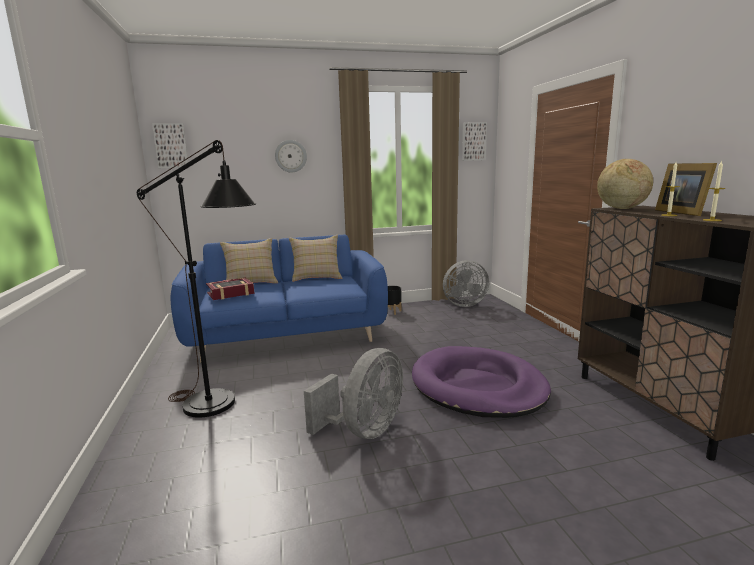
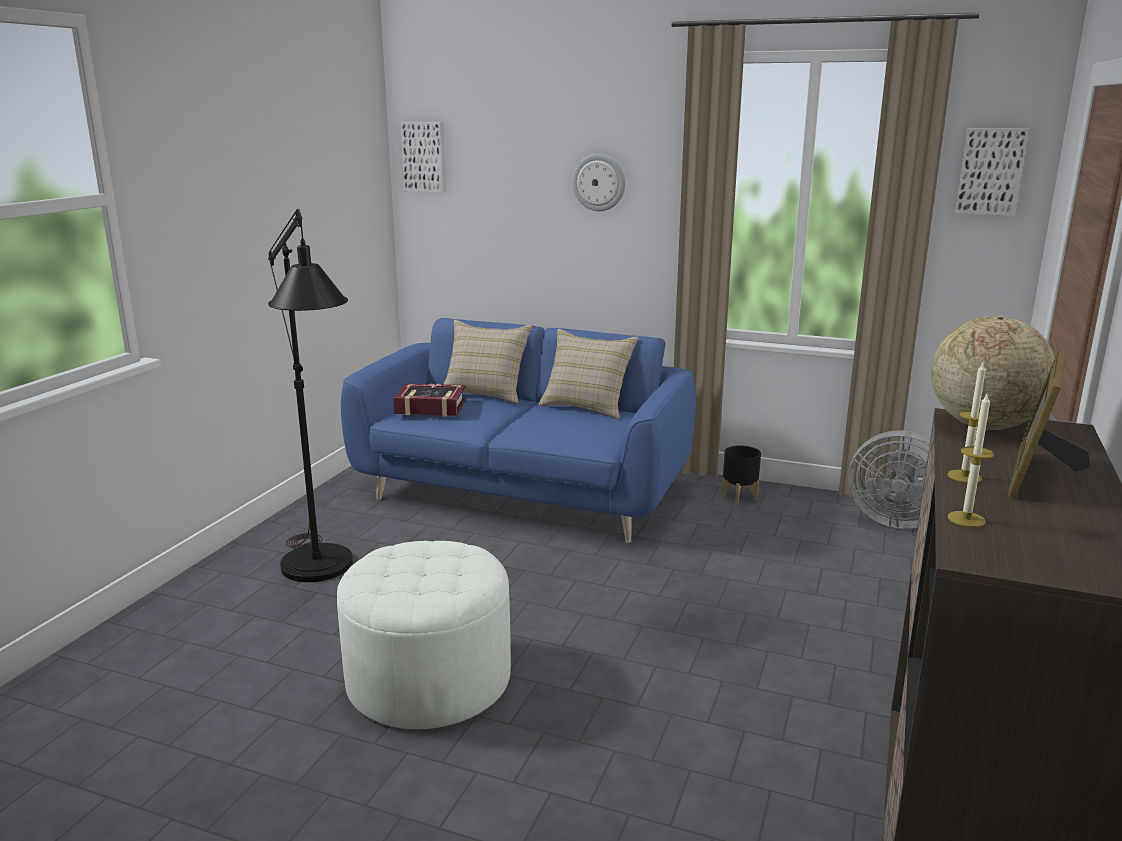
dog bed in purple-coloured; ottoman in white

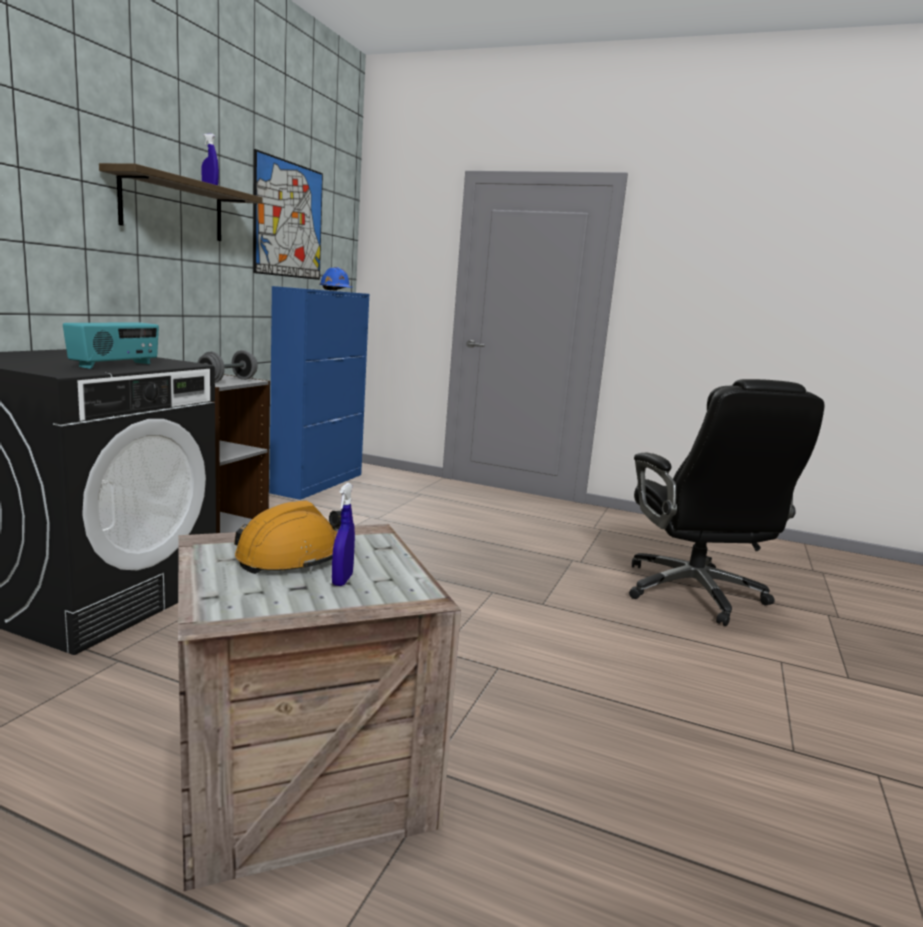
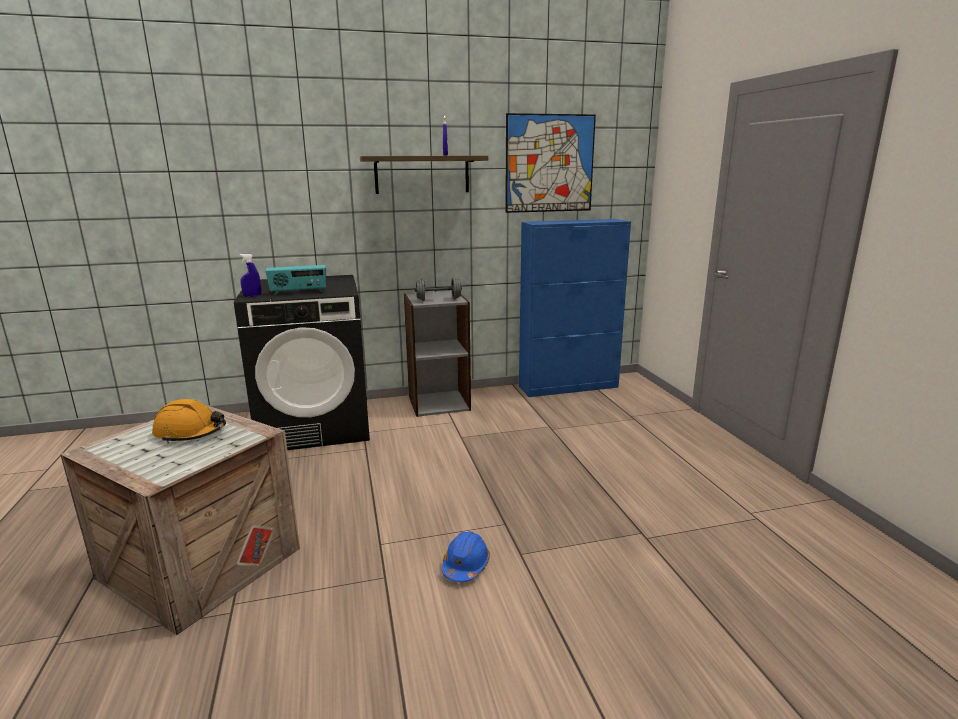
office chair in black; hard hat in blue-coloured; hand sprayer in blue-coloured (1st from left)

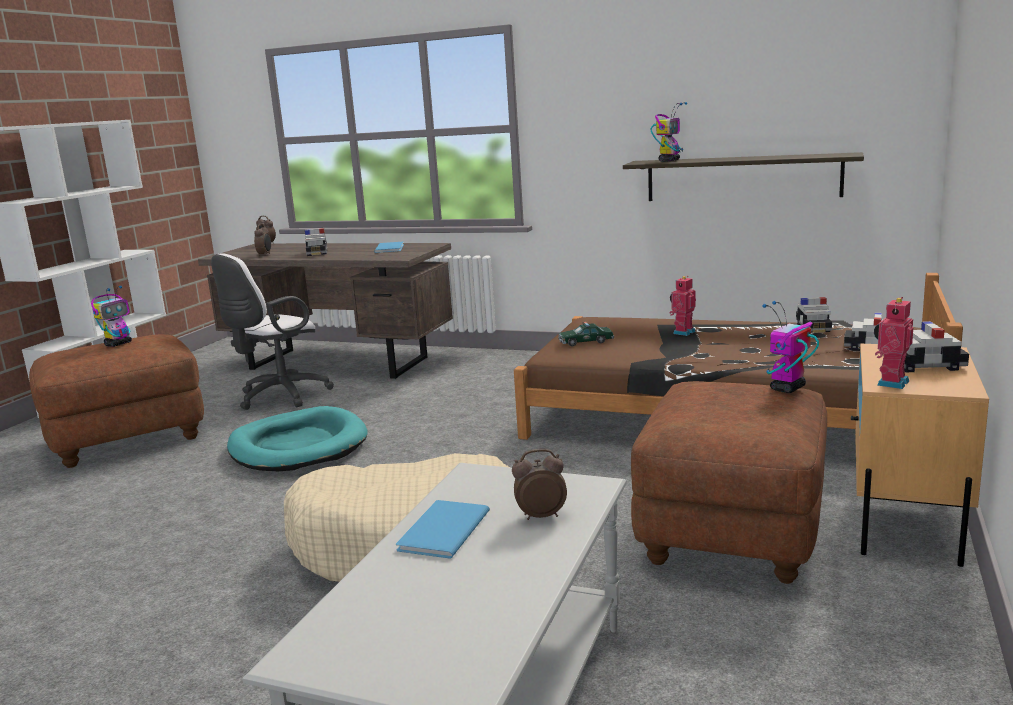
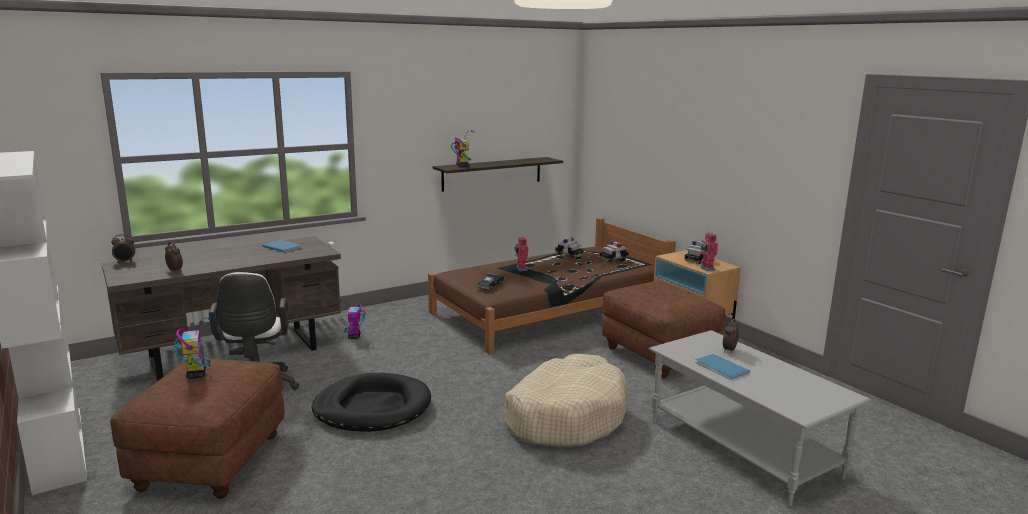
toy car (1st from left in the first image); toy robot (2nd from left); dog bed in black

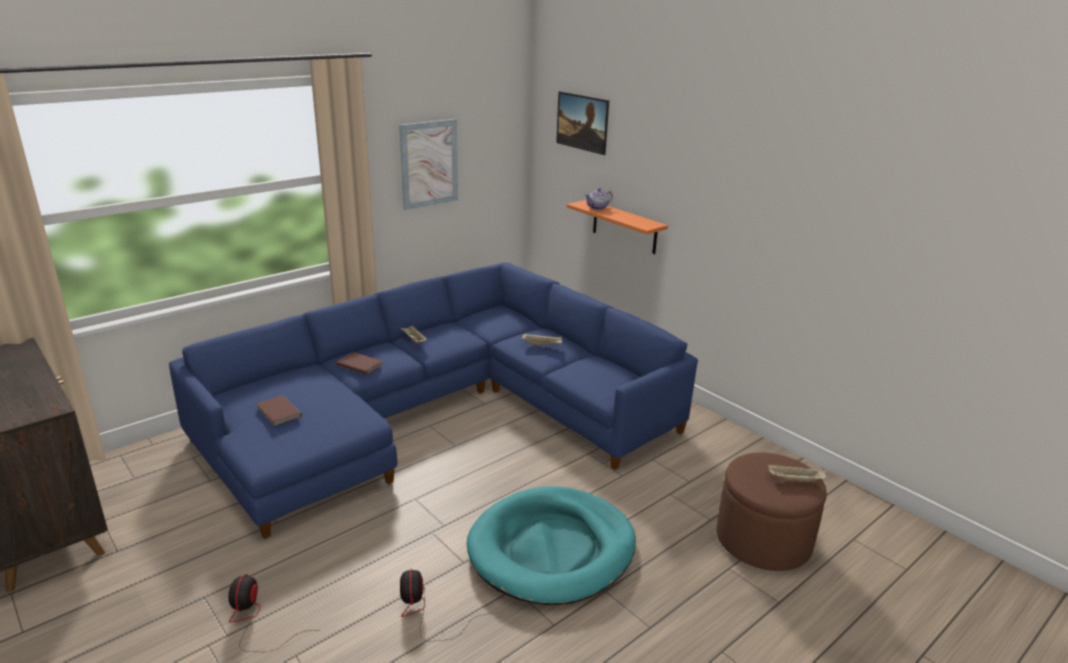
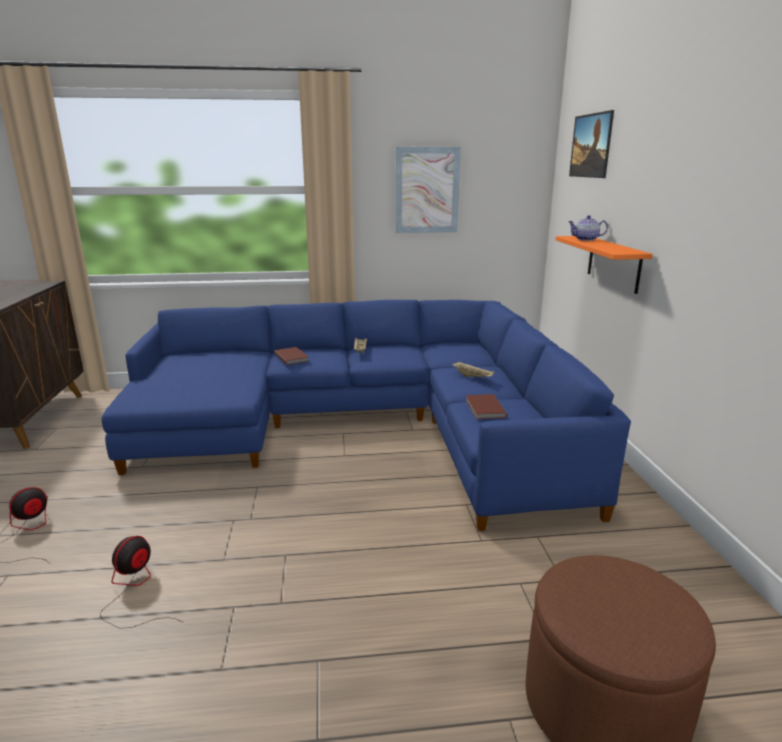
dog bed in blue-green; serving tray in beige-coloured (3rd from left in the first image); book in brown-coloured (2nd from left)

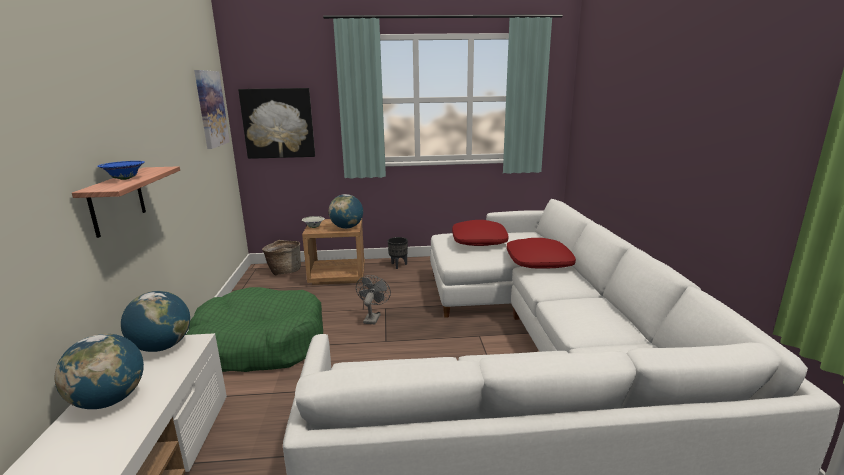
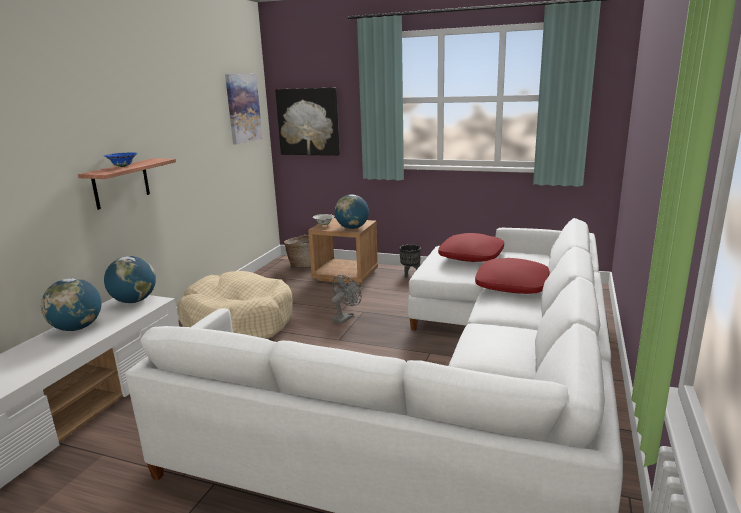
dog bed in beige-coloured

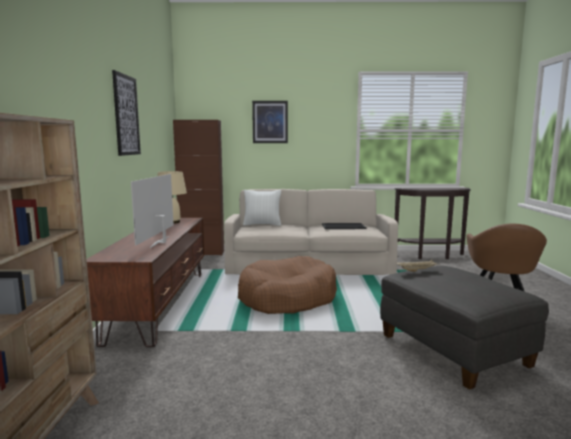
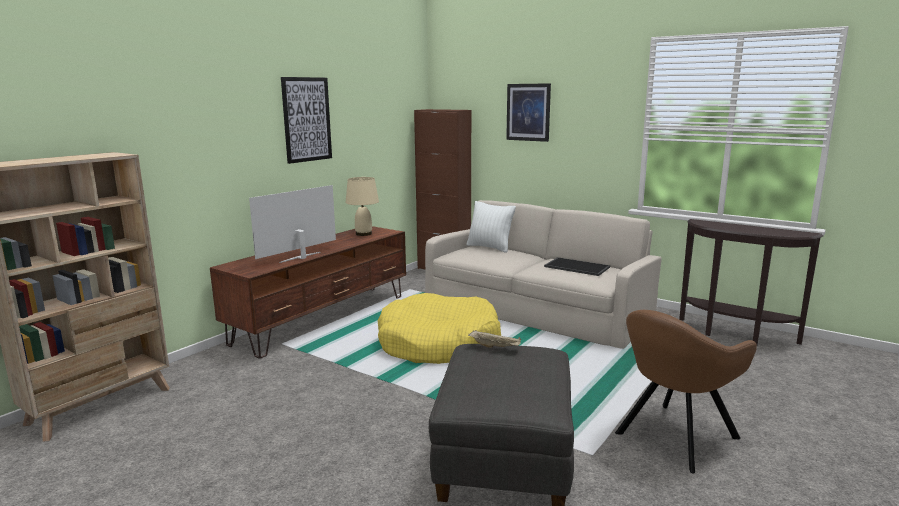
dog bed in yellow

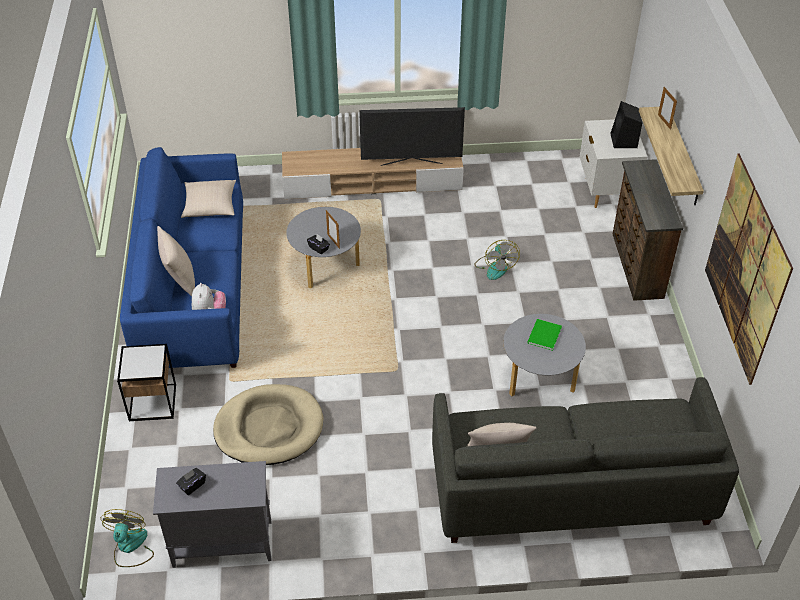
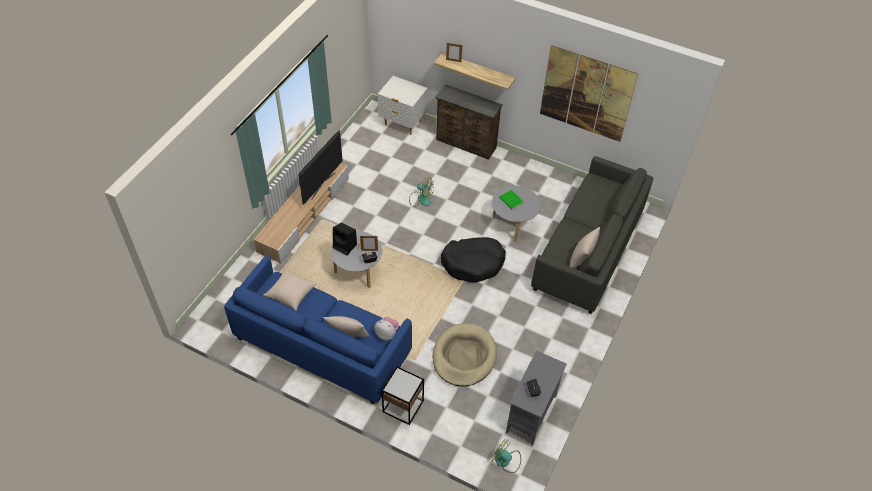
dog bed in black; loudspeaker in black

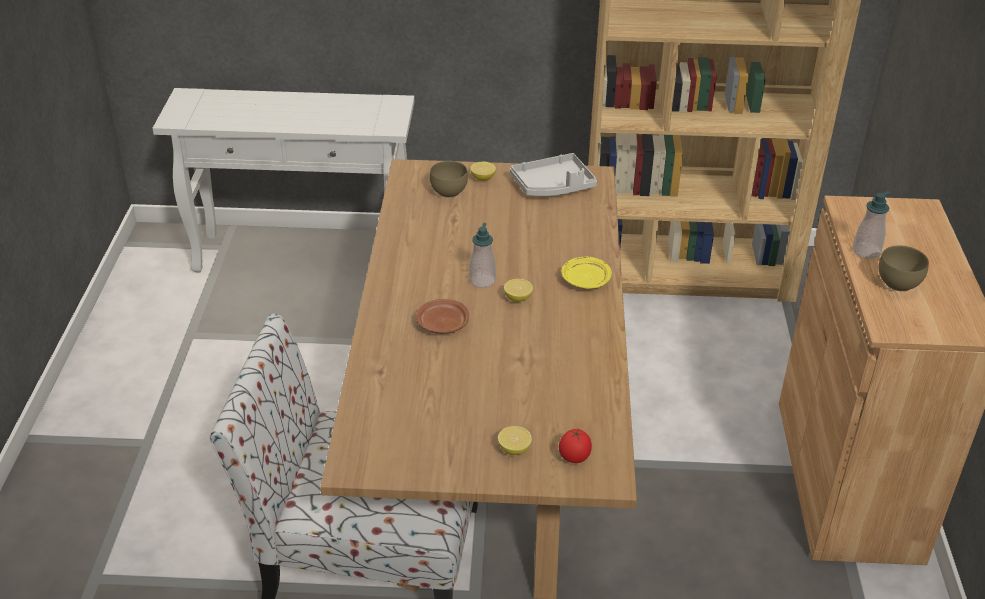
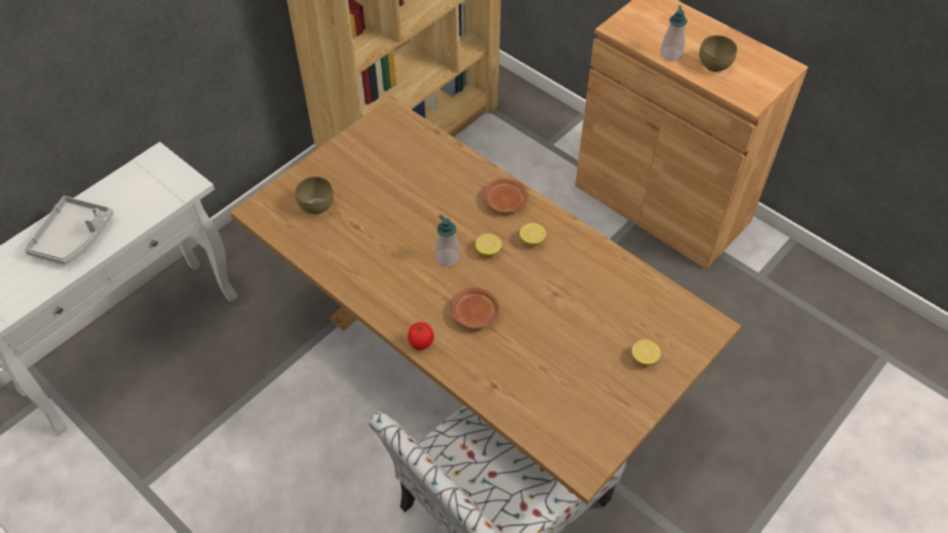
citrus fruit (2nd from left); serving tray in gray; tomato; plate in brown-coloured (2nd from left)

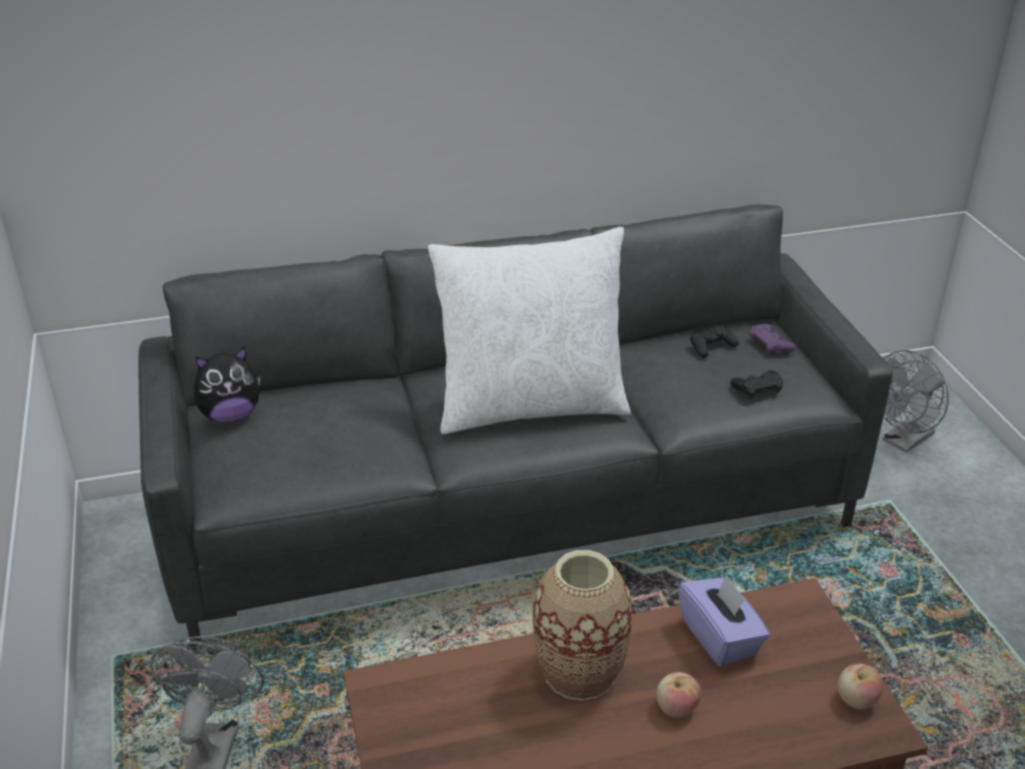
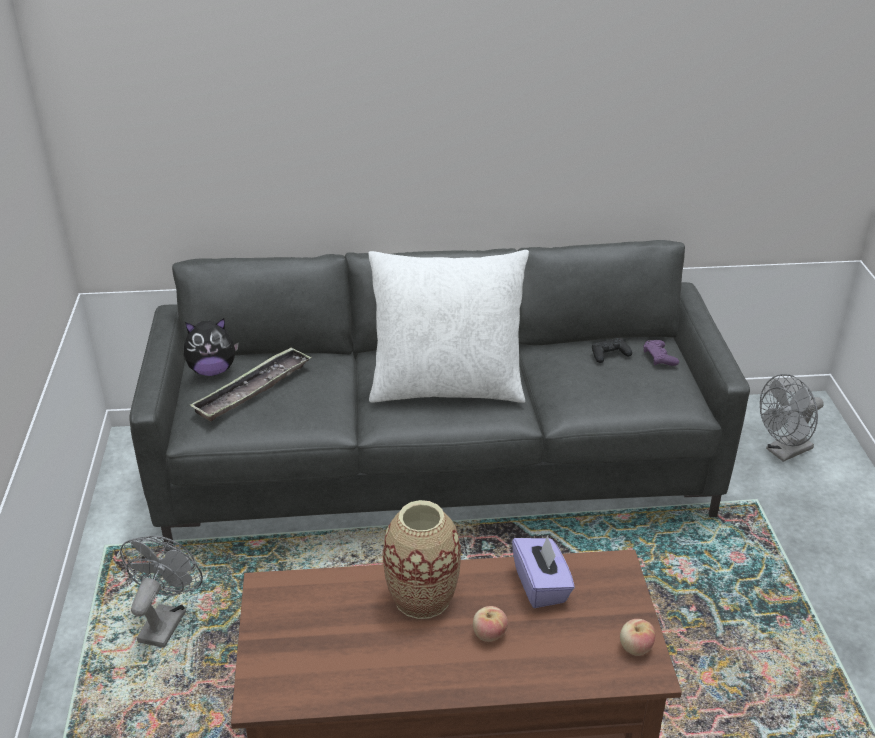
gamepad in black (2nd from left in the first image); serving tray

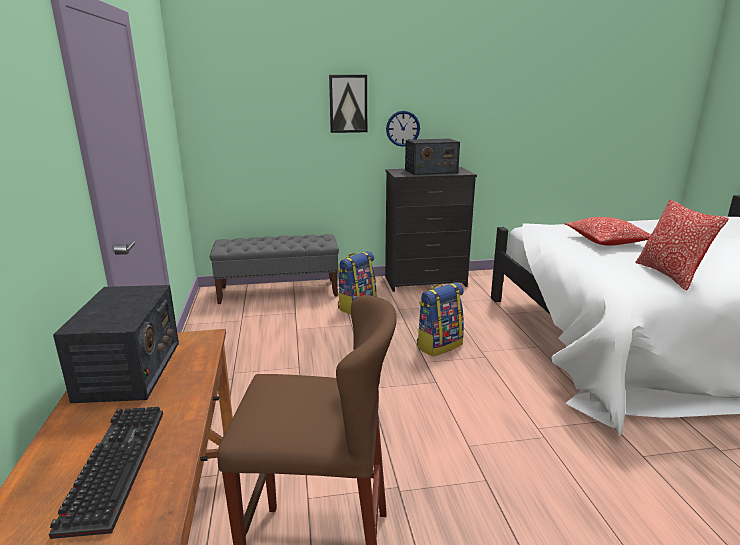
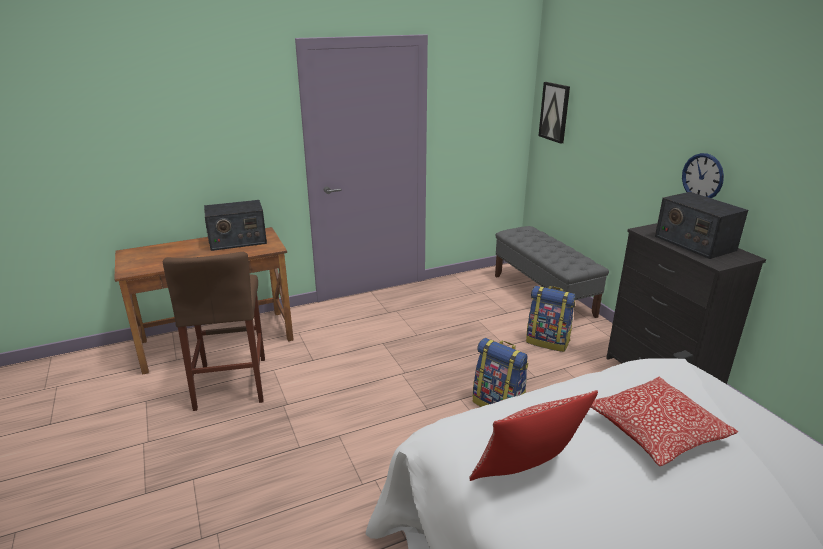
keyboard; wall picture

